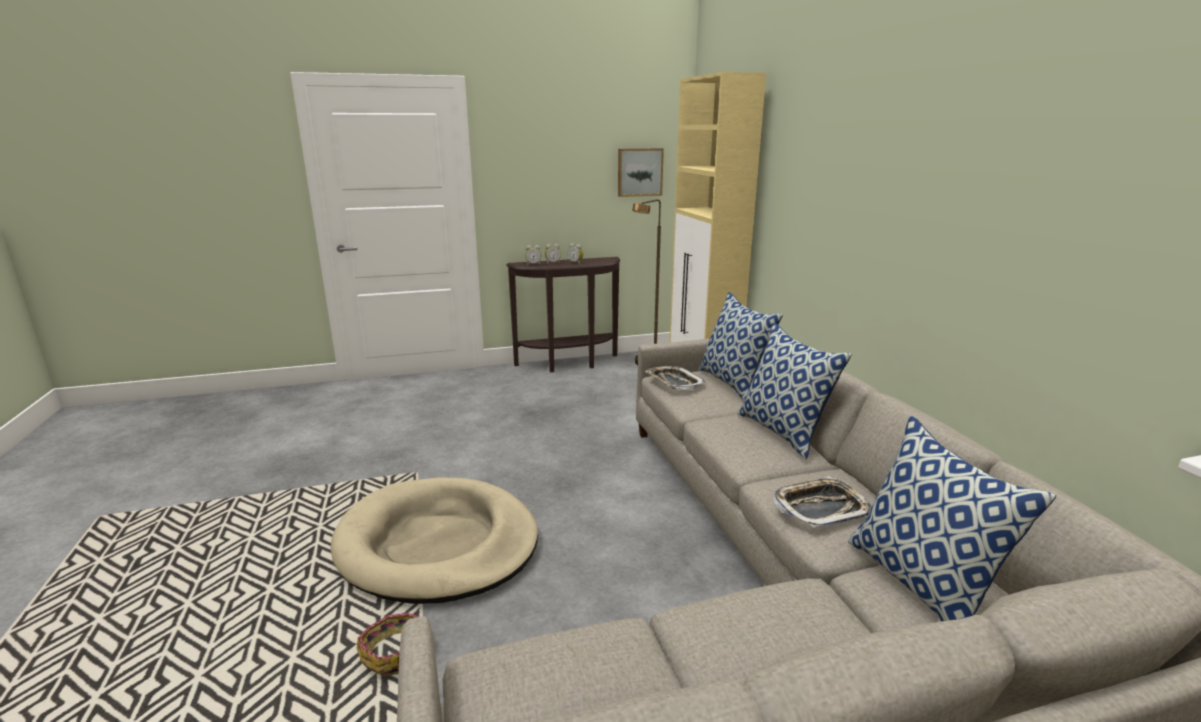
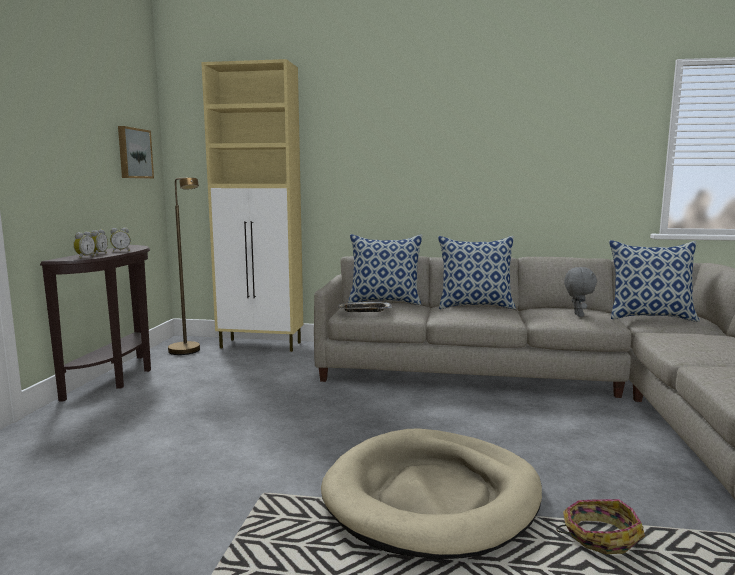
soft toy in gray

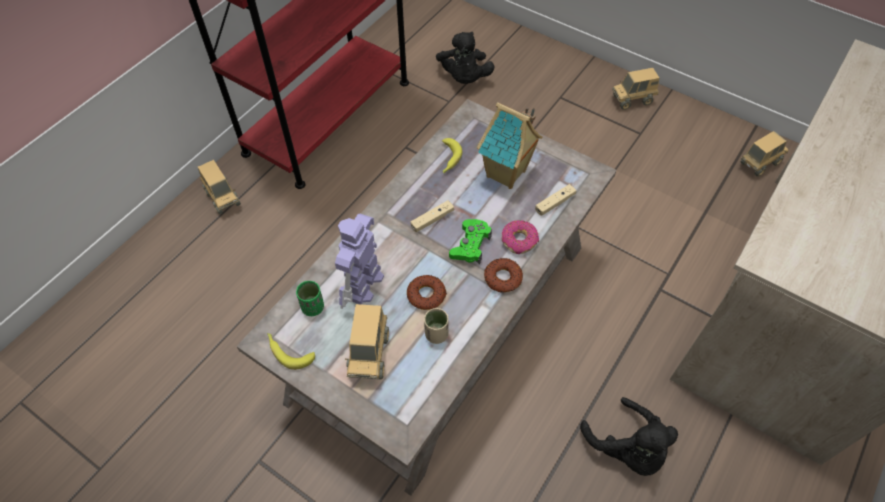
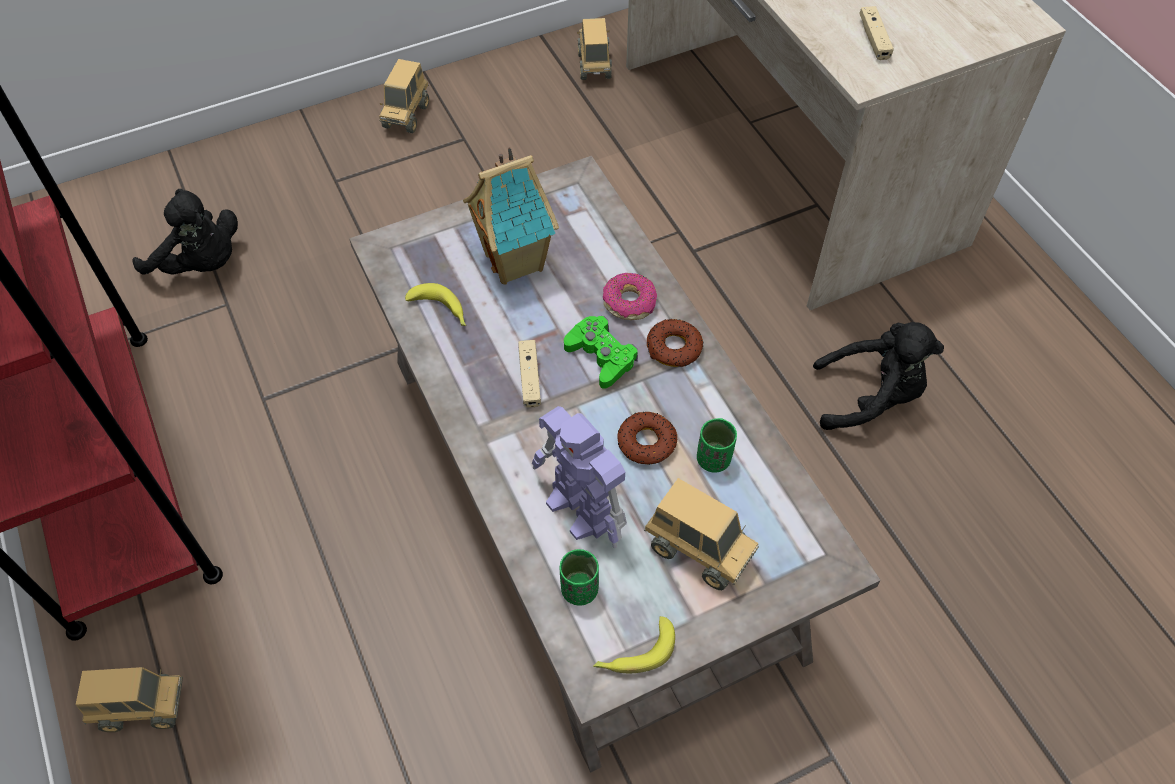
gamepad in beige-coloured (2nd from left); drinking cup in green-coloured (2nd from left)

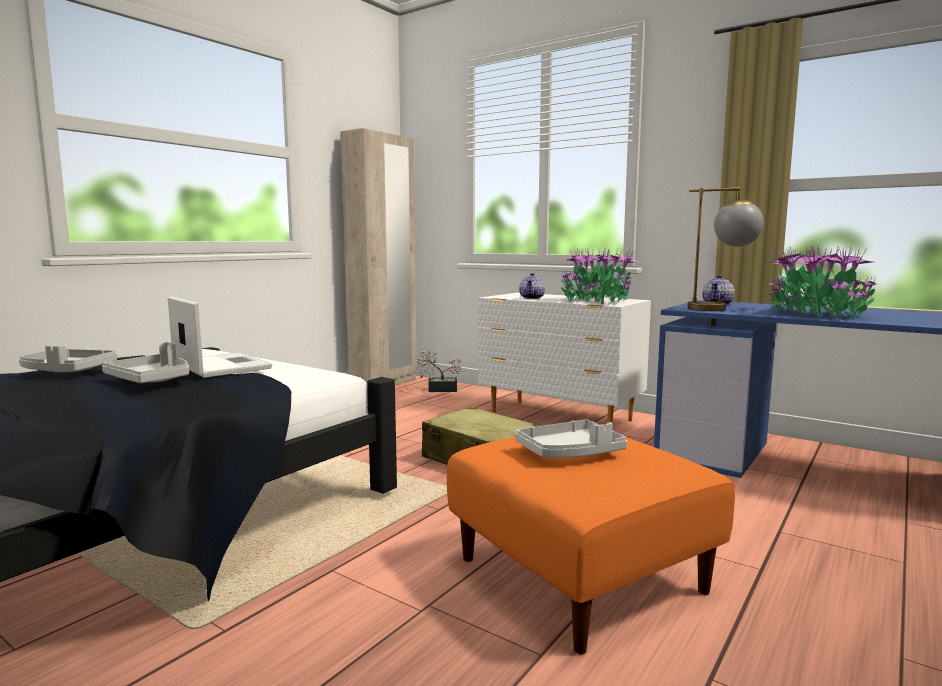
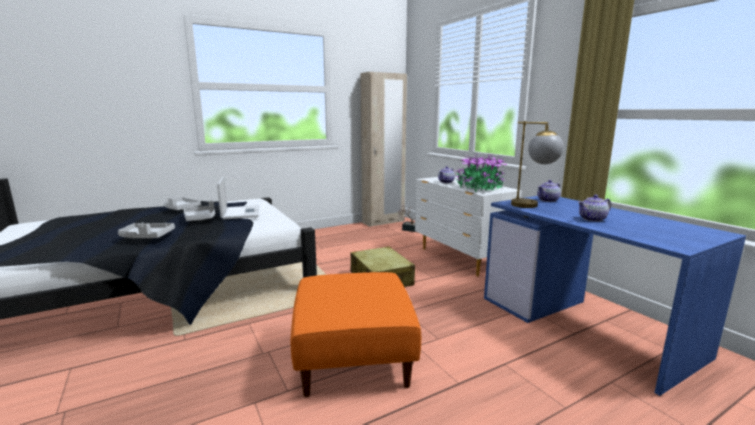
serving tray in gray (1st from left); tea pot (3rd from left)

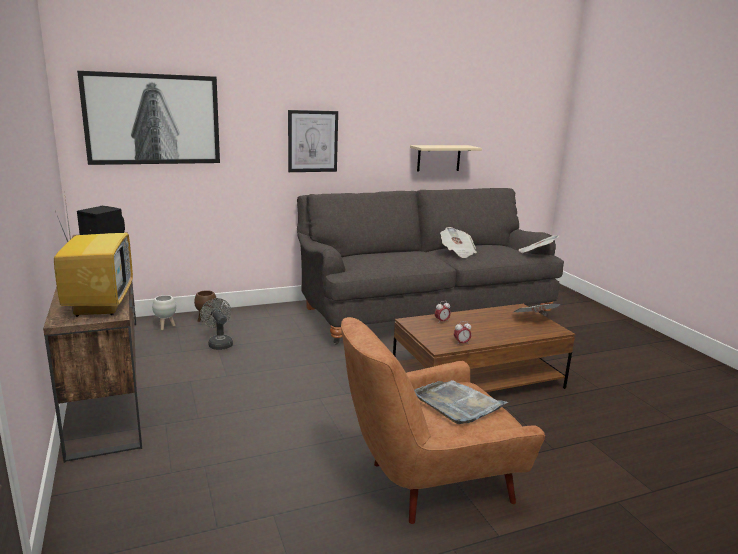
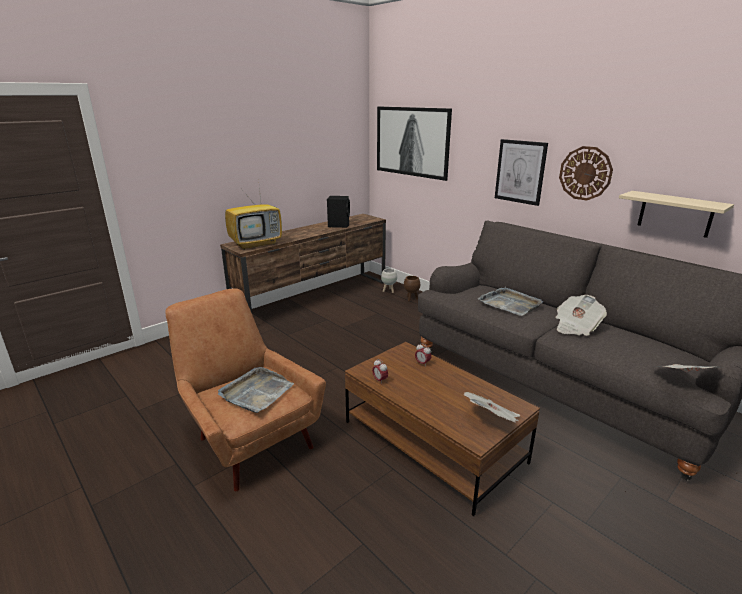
cooling fan in gray; serving tray in gray (2nd from left); wall clock

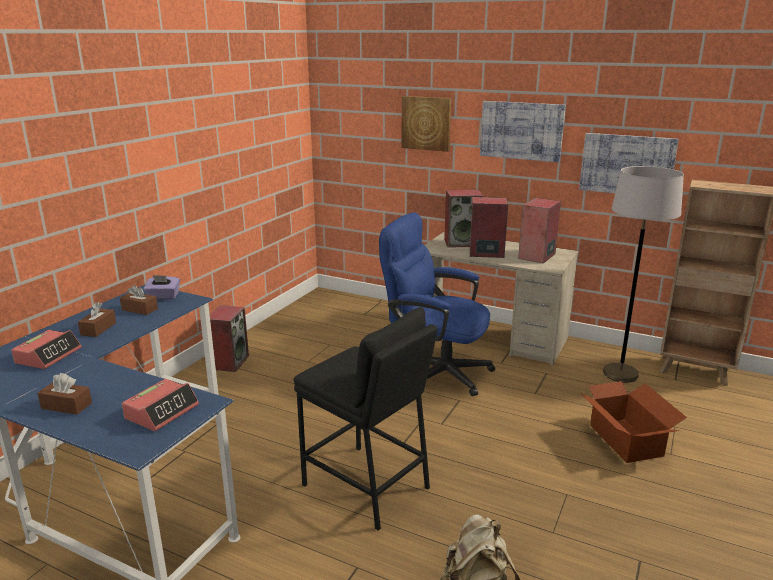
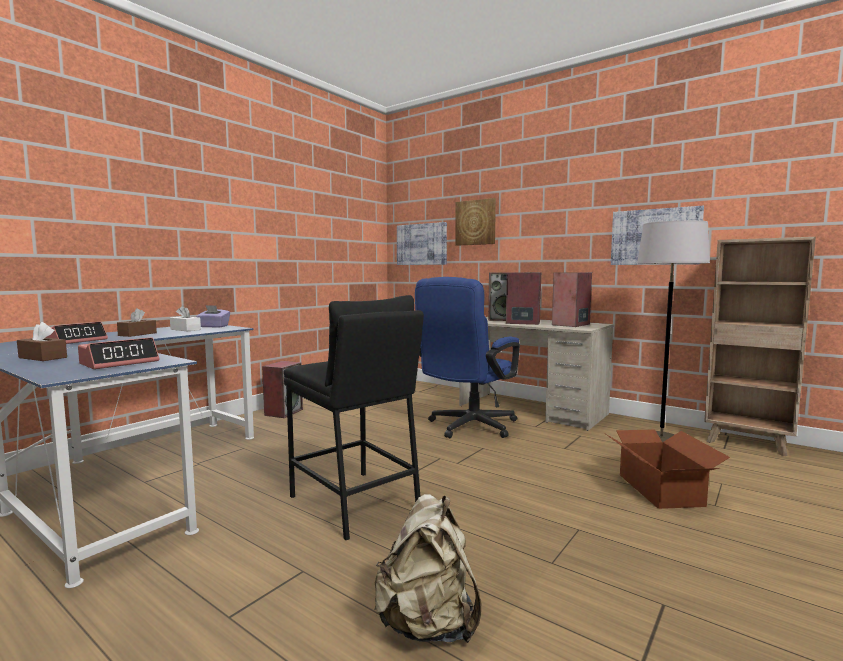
wall picture (1st from left); box of tissues in white; office chair in blue-coloured

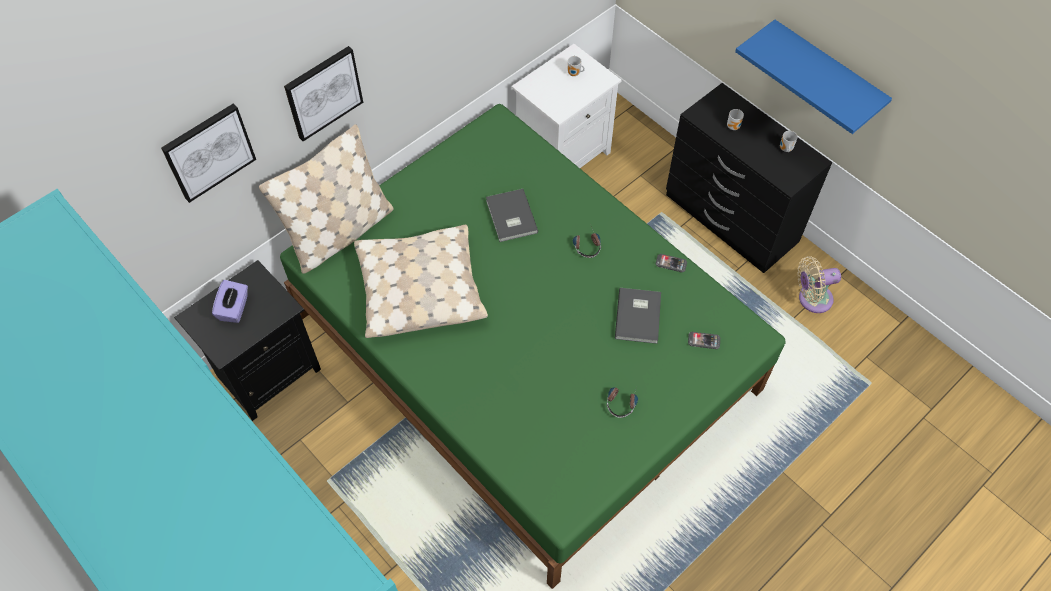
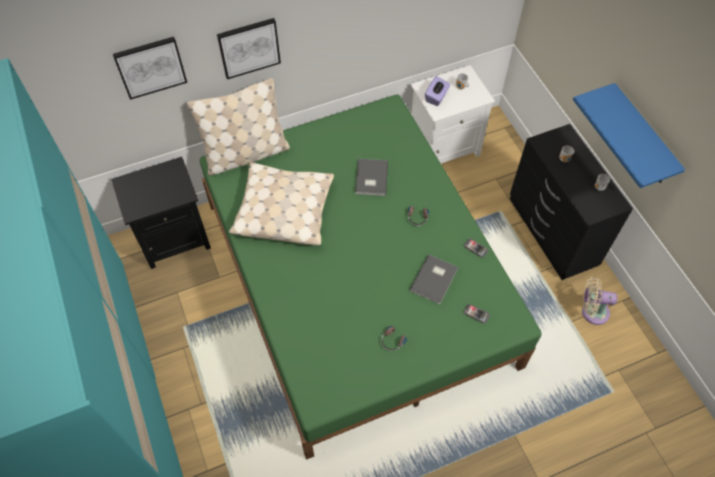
box of tissues in purple-coloured

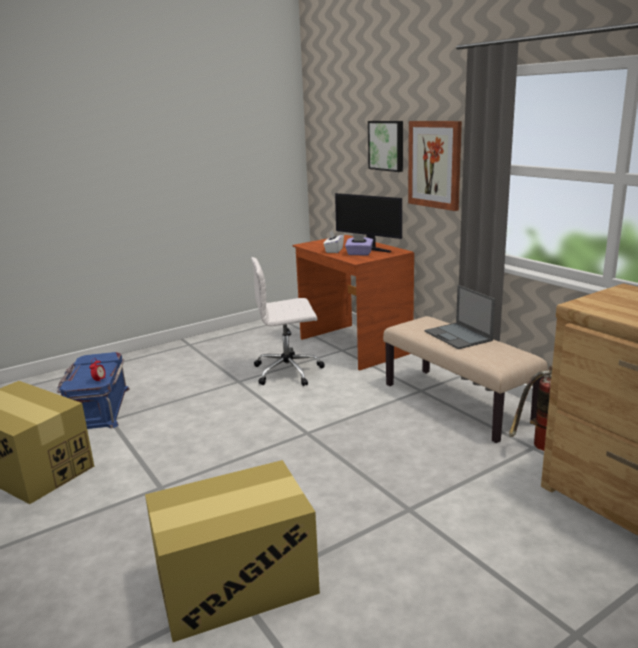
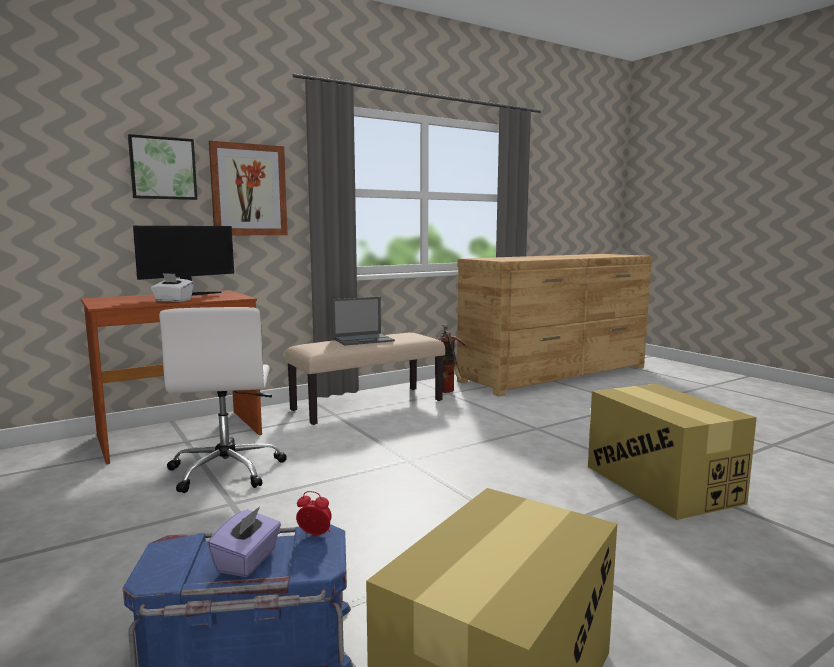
box of tissues in purple-coloured

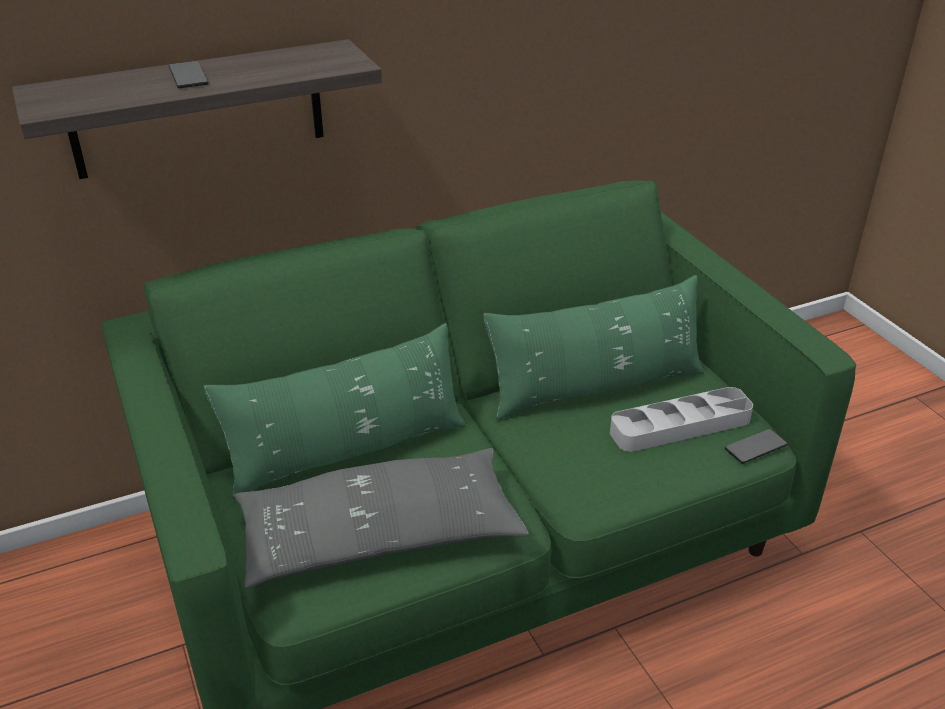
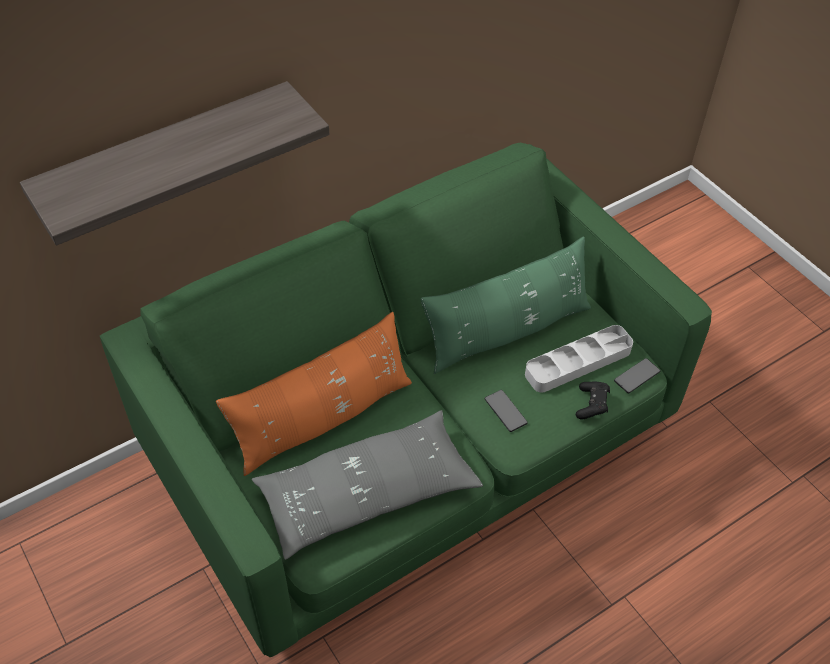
gamepad in black; phone (1st from left); cushion in orange

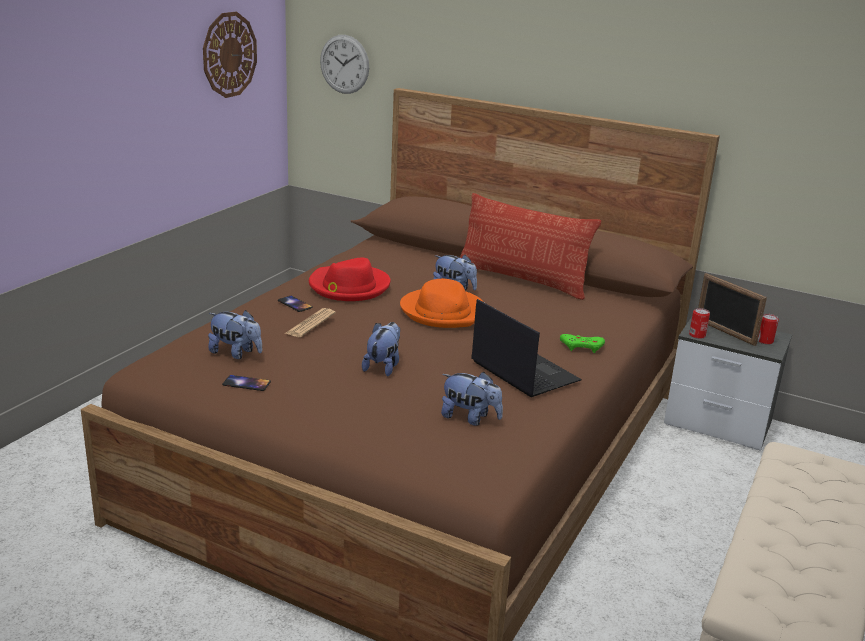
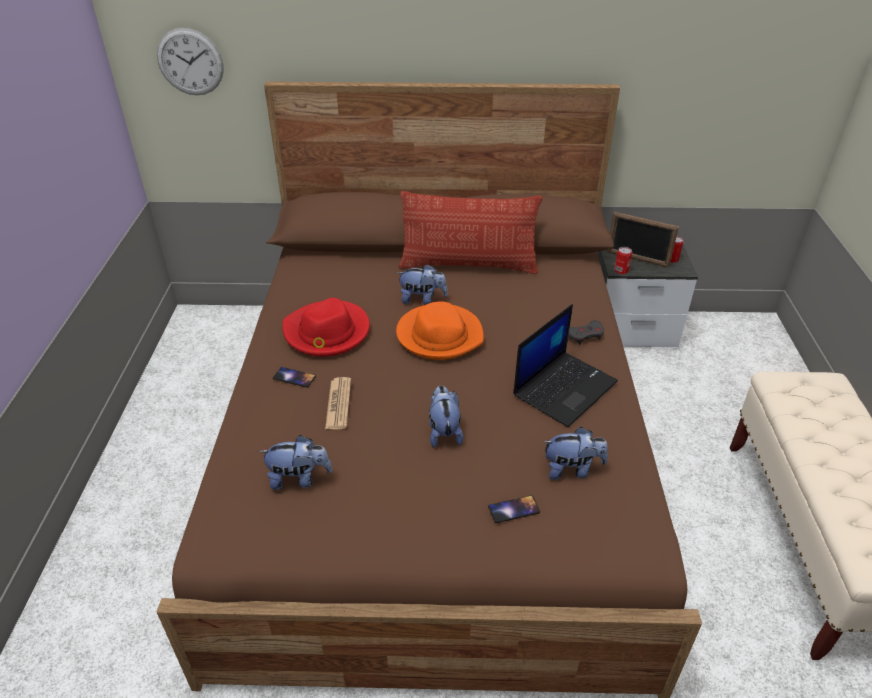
wall clock (1st from left in the first image); phone (2nd from left); gamepad in gray; laptop

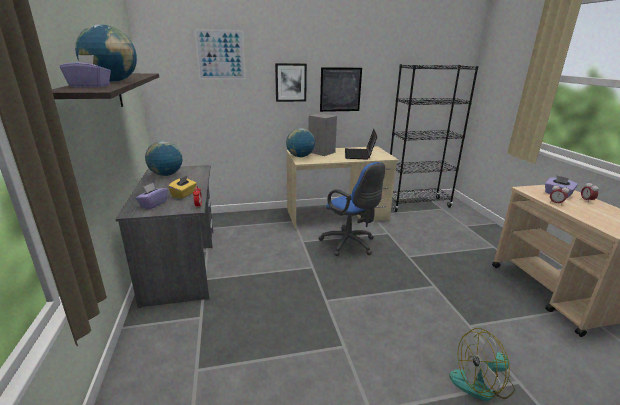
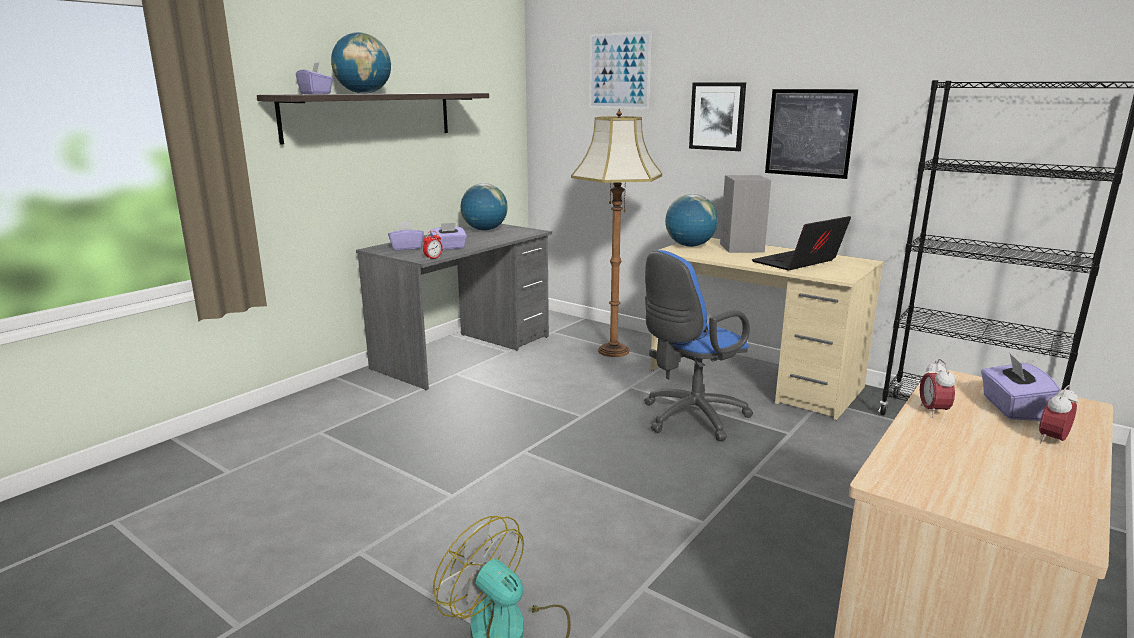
standard lamp; box of tissues in purple-coloured (3rd from left); office chair in blue-coloured

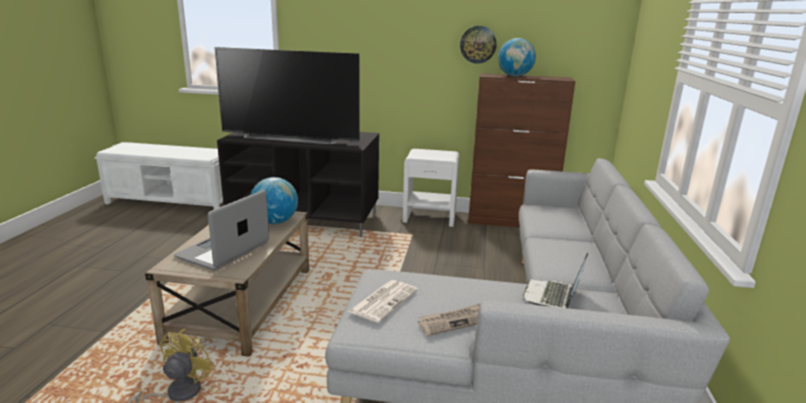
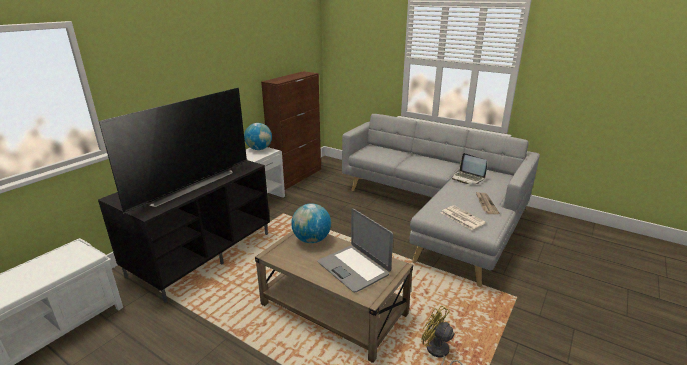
wall clock; desk globe (1st from left)

